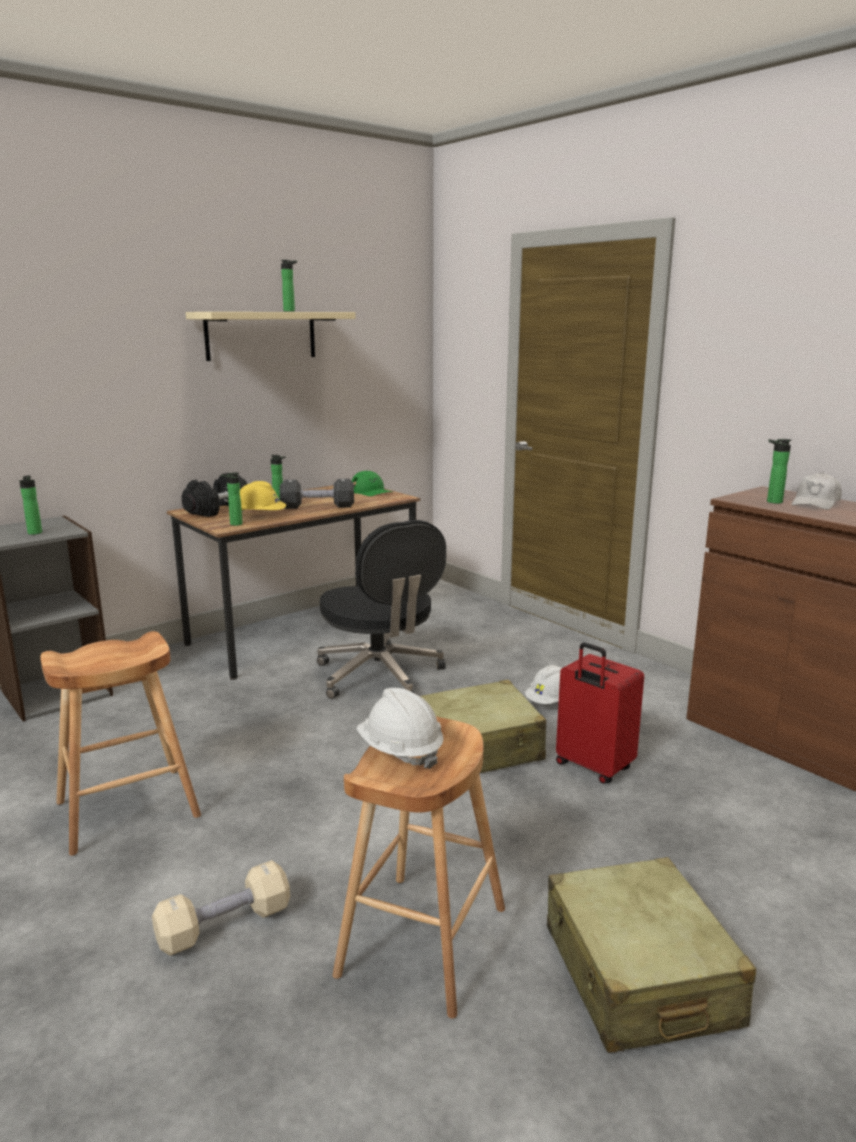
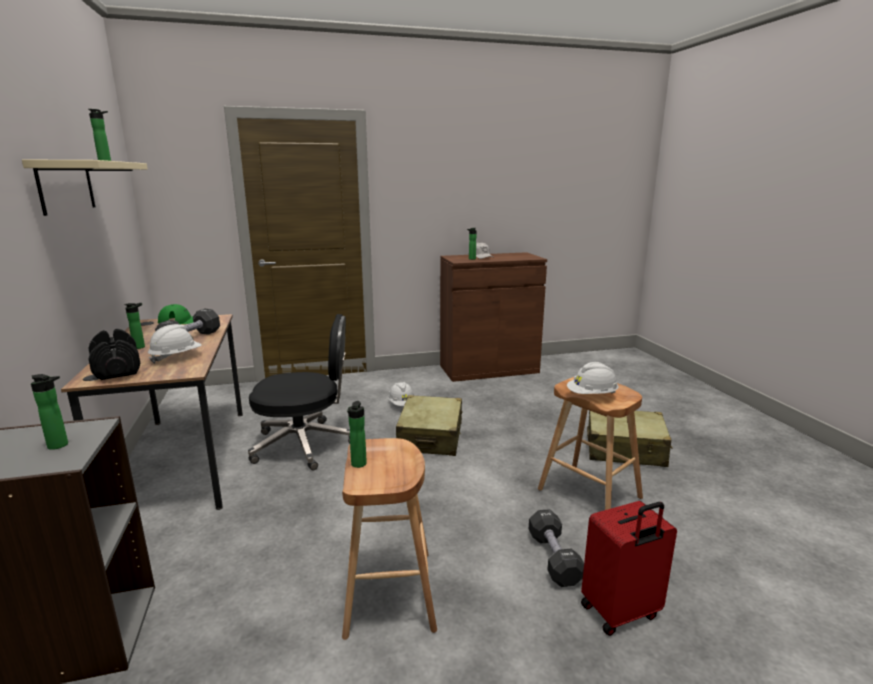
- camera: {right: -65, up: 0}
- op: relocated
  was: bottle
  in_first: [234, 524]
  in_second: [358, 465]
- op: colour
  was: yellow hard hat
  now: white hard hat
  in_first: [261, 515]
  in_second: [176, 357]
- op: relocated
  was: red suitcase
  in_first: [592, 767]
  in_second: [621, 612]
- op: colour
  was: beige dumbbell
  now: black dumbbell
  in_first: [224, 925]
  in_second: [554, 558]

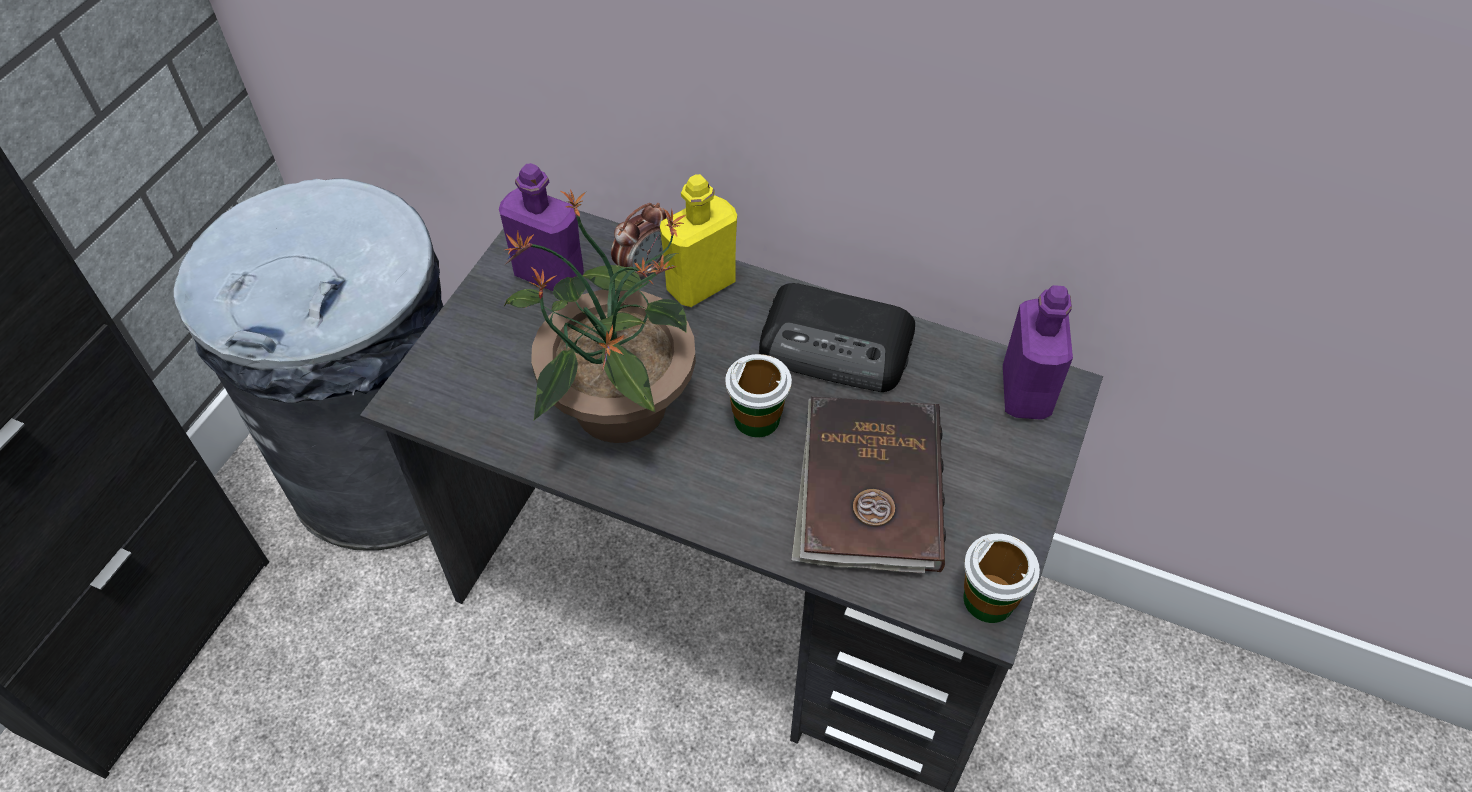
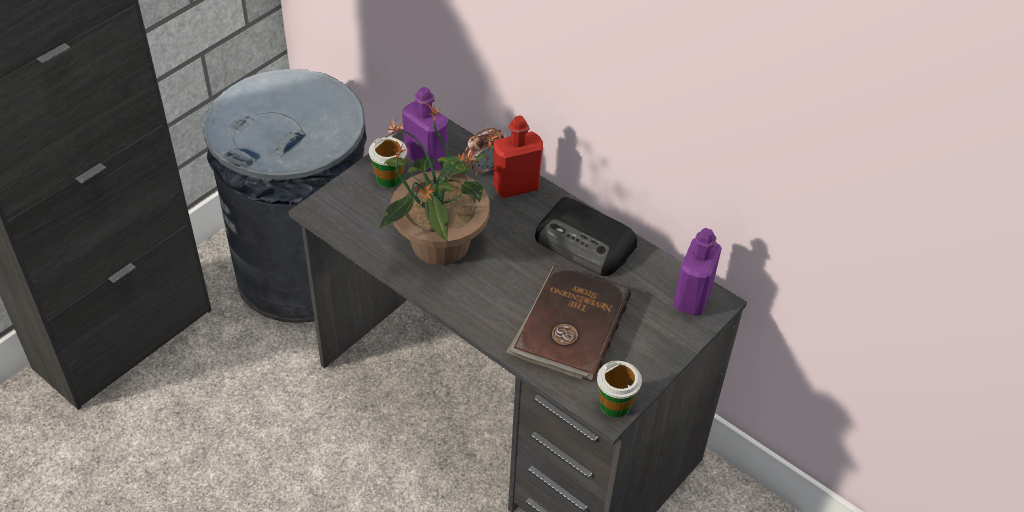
- camera: {right: 15, up: -5}
- op: colour
  was: yellow bottle
  now: red bottle
  in_first: [700, 285]
  in_second: [516, 187]
- op: relocated
  was: cup
  in_first: [757, 418]
  in_second: [389, 178]

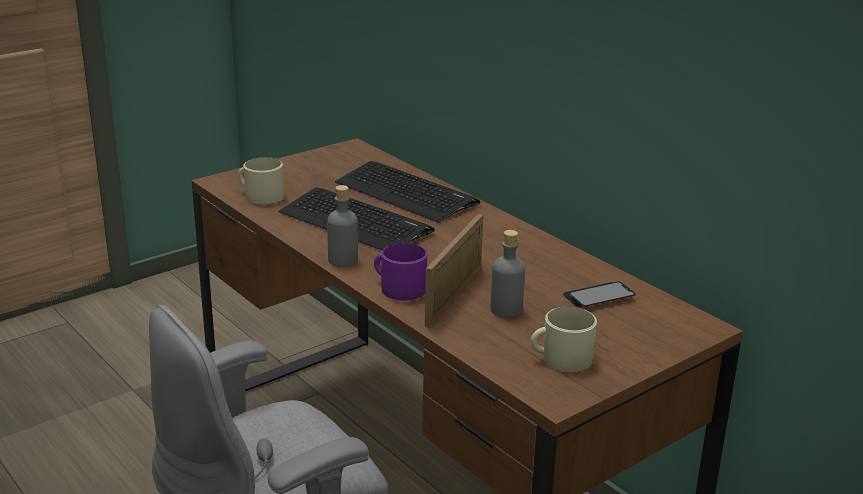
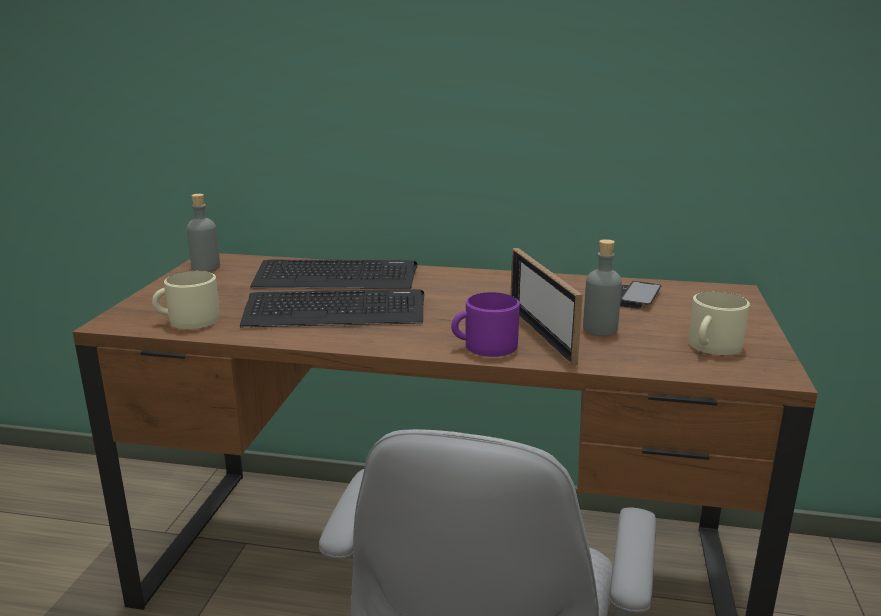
- camera: {right: -40, up: -5}
- op: relocated
  was: grey bottle
  in_first: [343, 260]
  in_second: [206, 267]

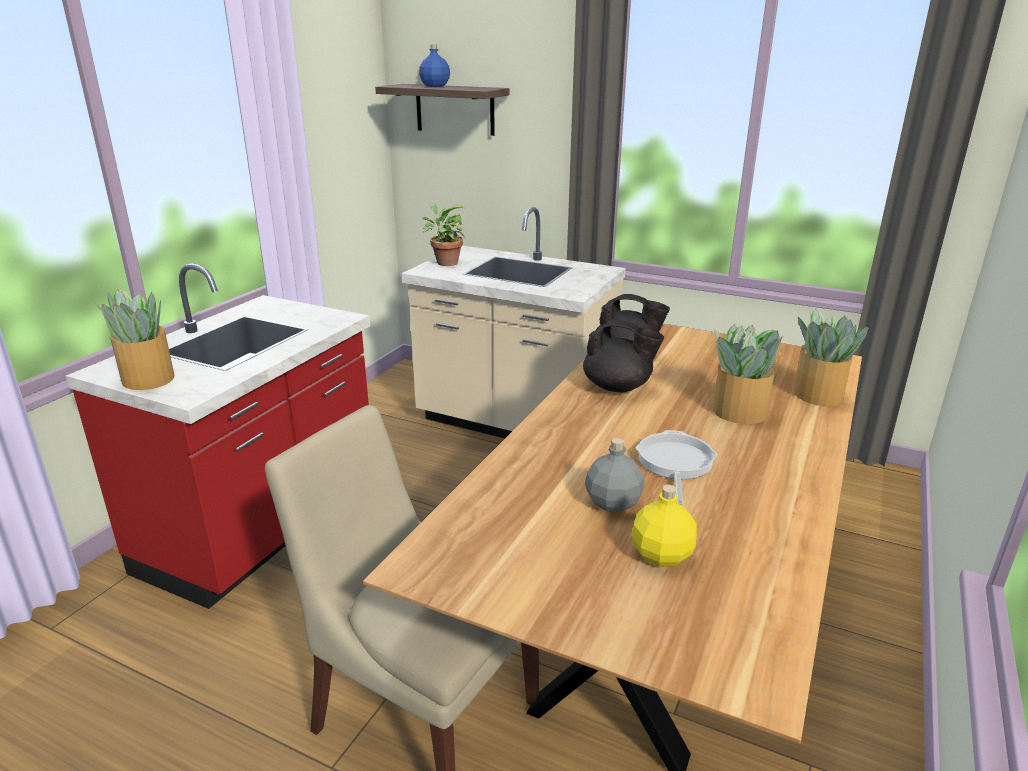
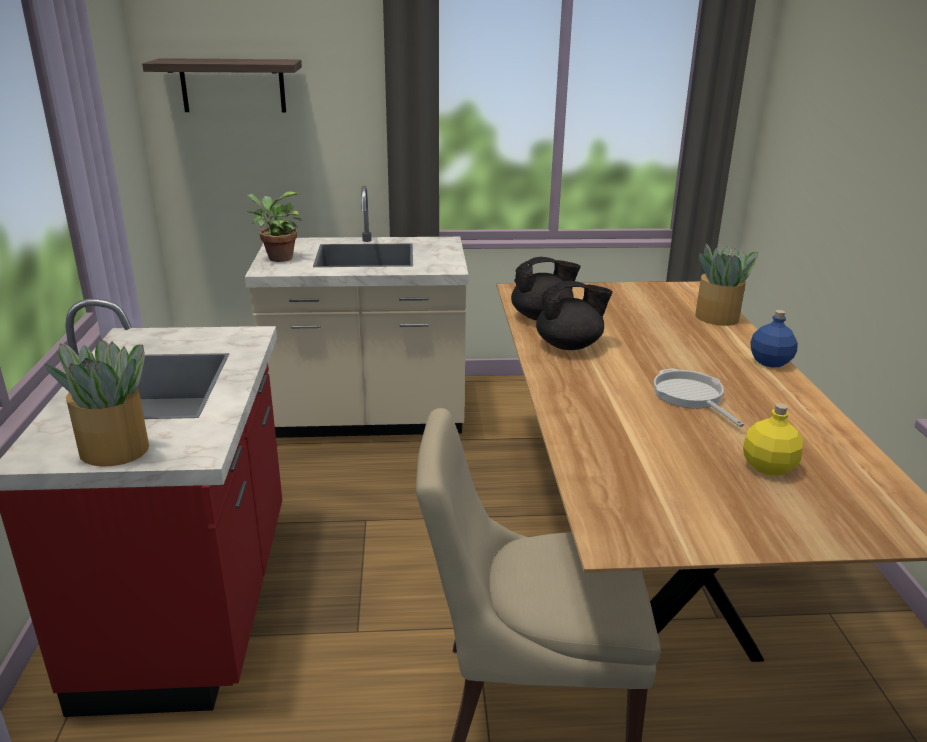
- camera: {right: -30, up: 0}
- op: relocated
  was: blue bottle
  in_first: [435, 86]
  in_second: [770, 362]
- op: missing
  was: potted plant
  in_first: [738, 412]
- op: missing
  was: grey bottle
  in_first: [612, 503]

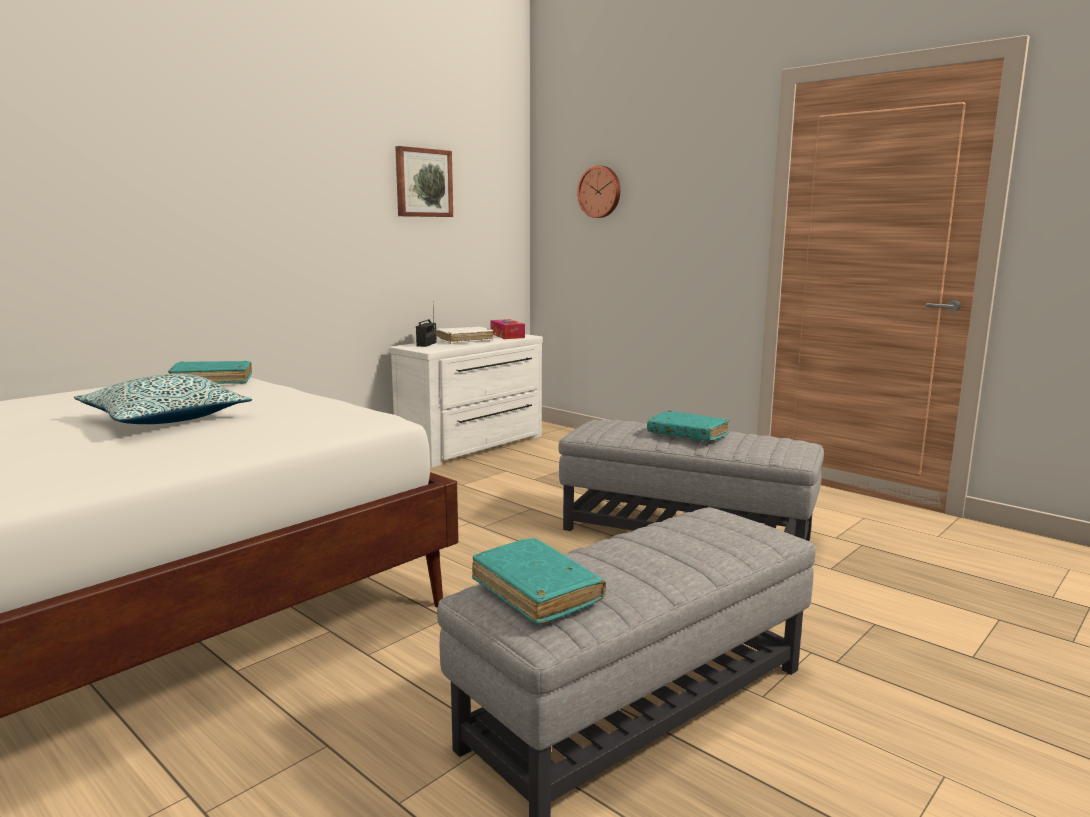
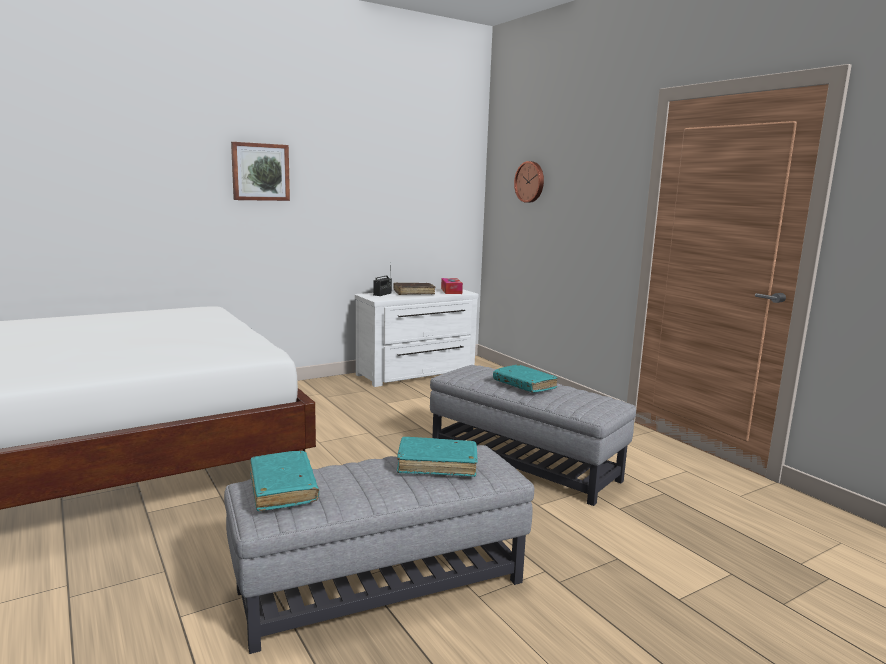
- camera: {right: 15, up: 0}
- op: relocated
  was: picture
  in_first: [423, 183]
  in_second: [260, 172]
- op: colour
  was: white book
  now: brown book
  in_first: [464, 340]
  in_second: [414, 293]
- op: relocated
  was: turquoise book
  in_first: [212, 381]
  in_second: [437, 464]
- op: missing
  was: pillow
  in_first: [165, 419]

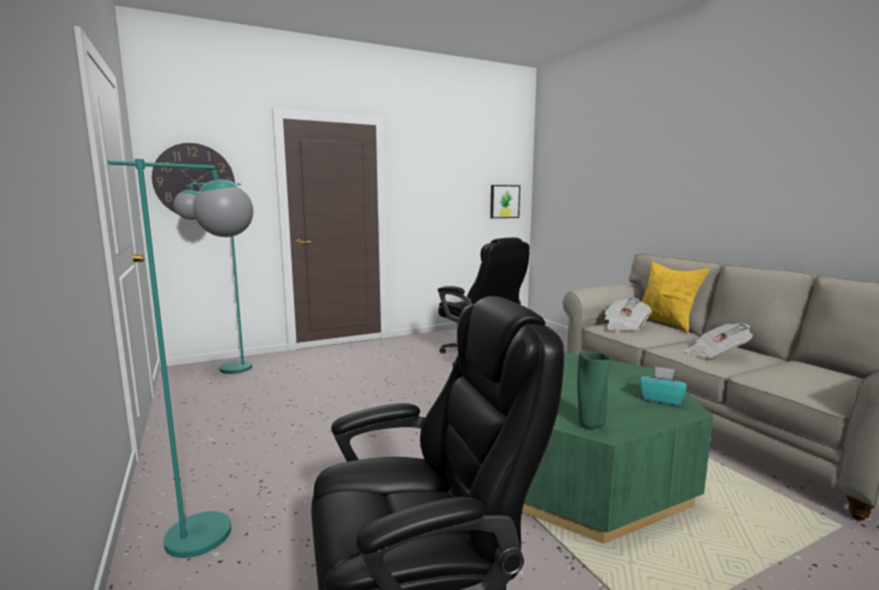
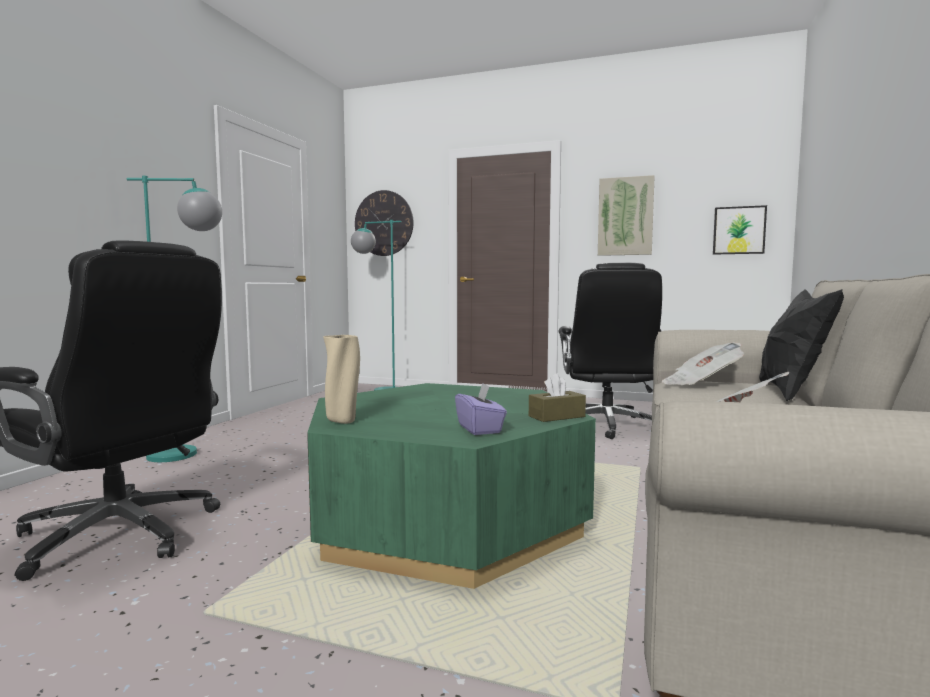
- camera: {right: 45, up: -5}
- op: colour
  was: yellow pillow
  now: black pillow
  in_first: [666, 323]
  in_second: [792, 392]
- op: colour
  was: green vase
  now: beige vase
  in_first: [590, 425]
  in_second: [343, 421]
- op: colour
  was: turquoise tissue box
  now: purple tissue box
  in_first: [661, 399]
  in_second: [480, 429]
- op: appeared
  now: picture
  in_second: [625, 216]
- op: appeared
  now: brown tissue box
  in_second: [556, 416]

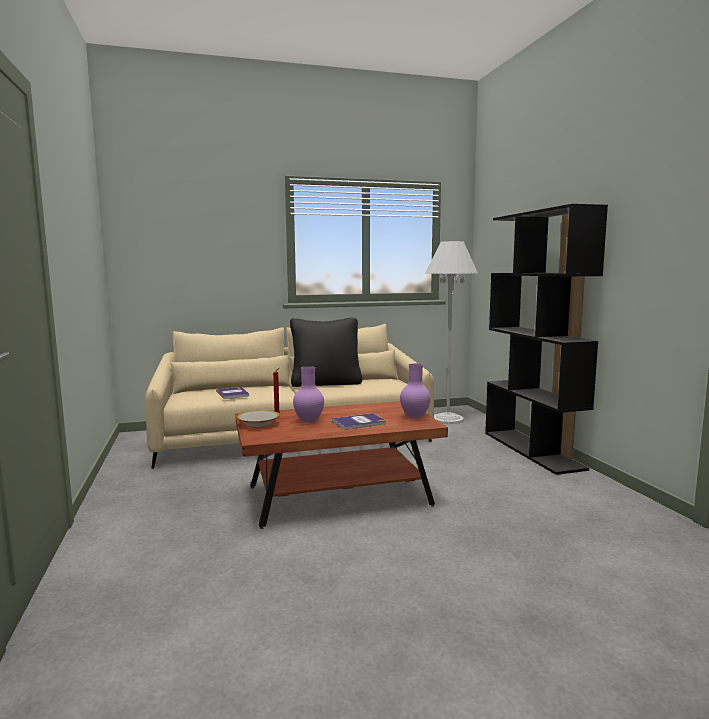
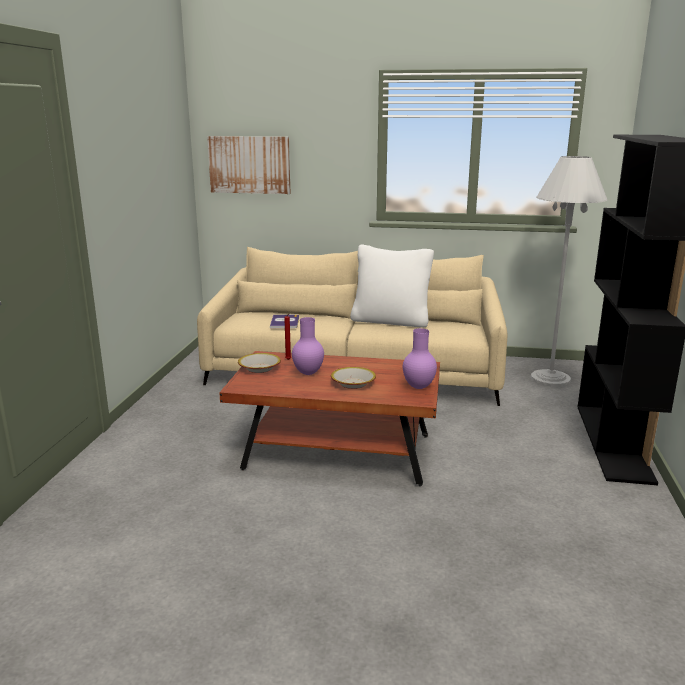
- camera: {right: 25, up: 10}
- op: colour
  was: black pillow
  now: white pillow
  in_first: [326, 383]
  in_second: [391, 321]
- op: exchanged
  was: book
  now: bowl
  in_first: [359, 422]
  in_second: [353, 384]
- op: appeared
  now: picture
  in_second: [249, 164]

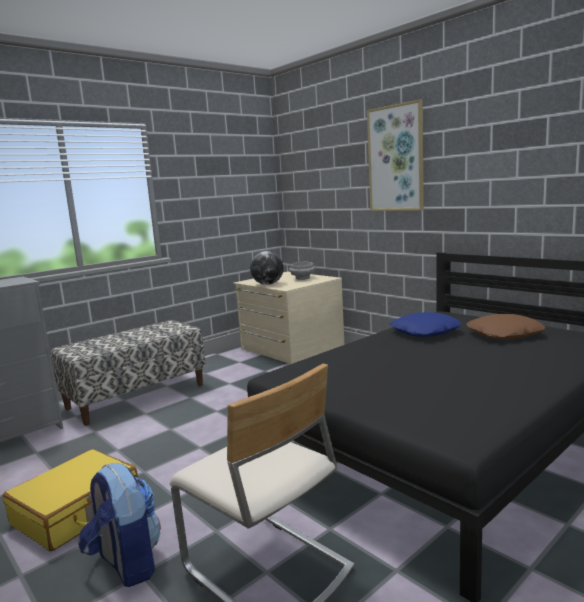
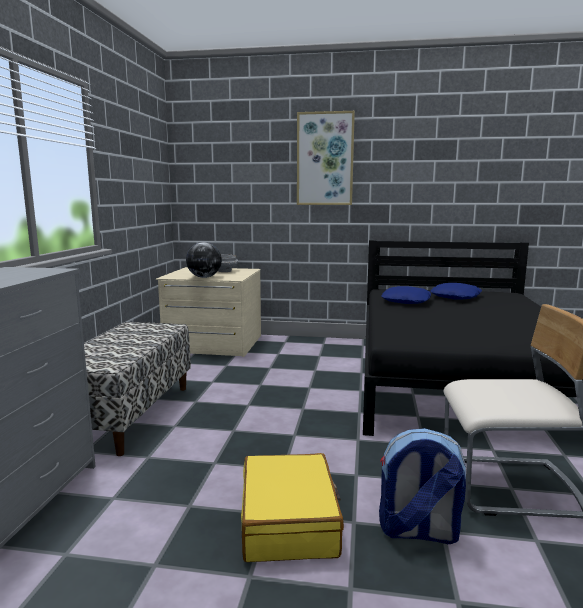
- camera: {right: -40, up: 0}
- op: colour
  was: brown pillow
  now: blue pillow
  in_first: [504, 334]
  in_second: [456, 297]

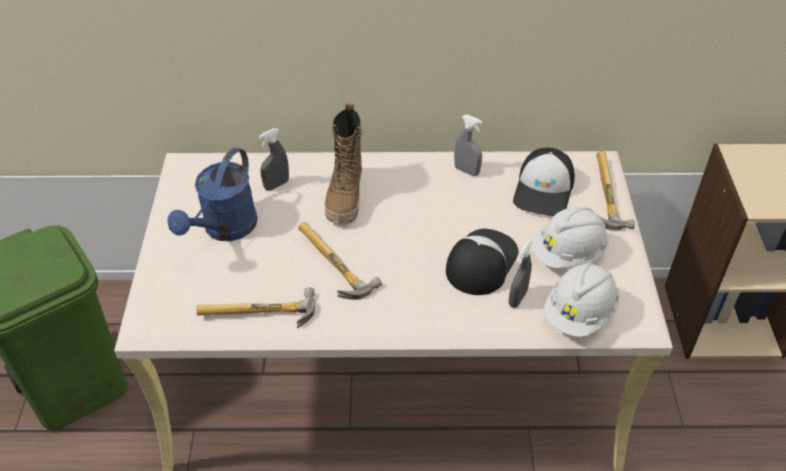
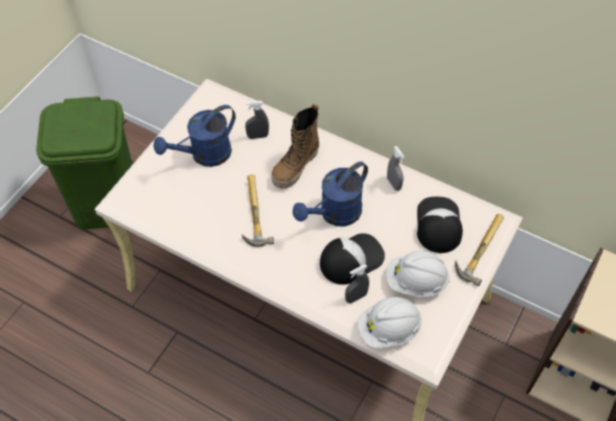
- camera: {right: 30, up: 10}
- op: spun
  was: cap
  in_first: [544, 190]
  in_second: [438, 225]
  clockwise: 135
- op: missing
  was: hammer
  in_first: [258, 317]
- op: appeared
  now: blue watering can
  in_second: [335, 214]

